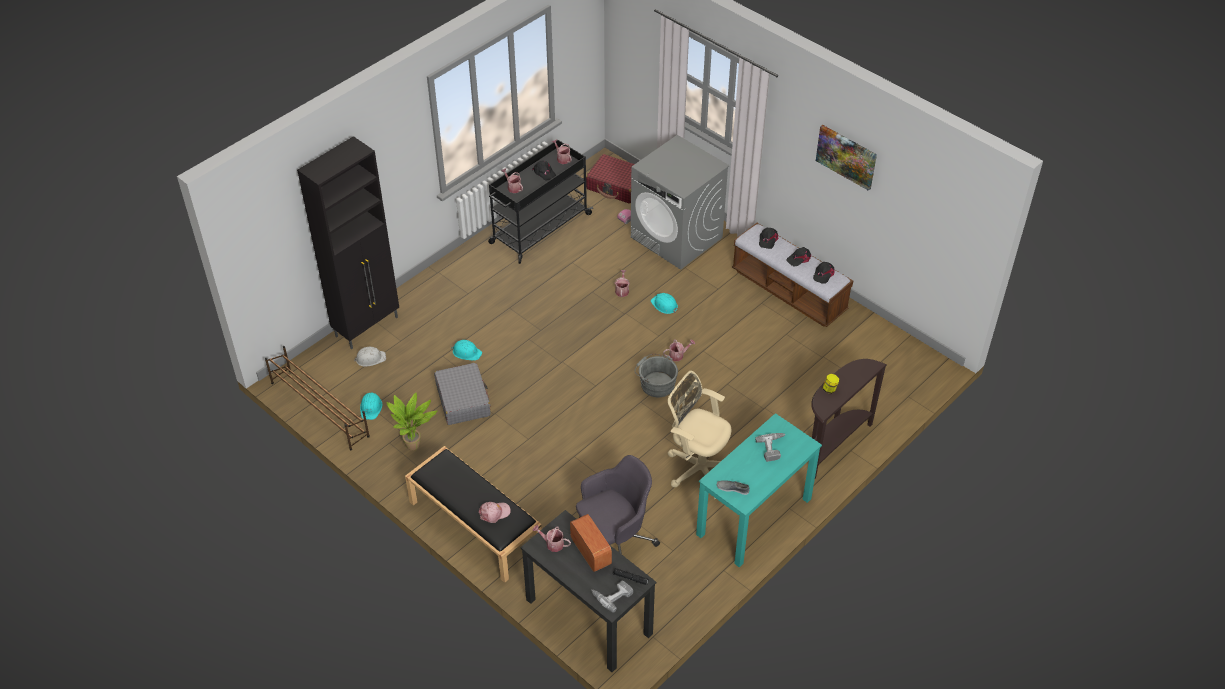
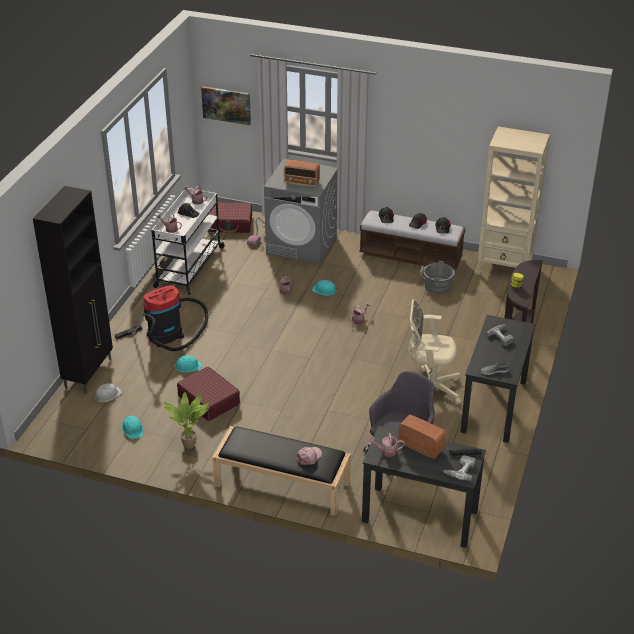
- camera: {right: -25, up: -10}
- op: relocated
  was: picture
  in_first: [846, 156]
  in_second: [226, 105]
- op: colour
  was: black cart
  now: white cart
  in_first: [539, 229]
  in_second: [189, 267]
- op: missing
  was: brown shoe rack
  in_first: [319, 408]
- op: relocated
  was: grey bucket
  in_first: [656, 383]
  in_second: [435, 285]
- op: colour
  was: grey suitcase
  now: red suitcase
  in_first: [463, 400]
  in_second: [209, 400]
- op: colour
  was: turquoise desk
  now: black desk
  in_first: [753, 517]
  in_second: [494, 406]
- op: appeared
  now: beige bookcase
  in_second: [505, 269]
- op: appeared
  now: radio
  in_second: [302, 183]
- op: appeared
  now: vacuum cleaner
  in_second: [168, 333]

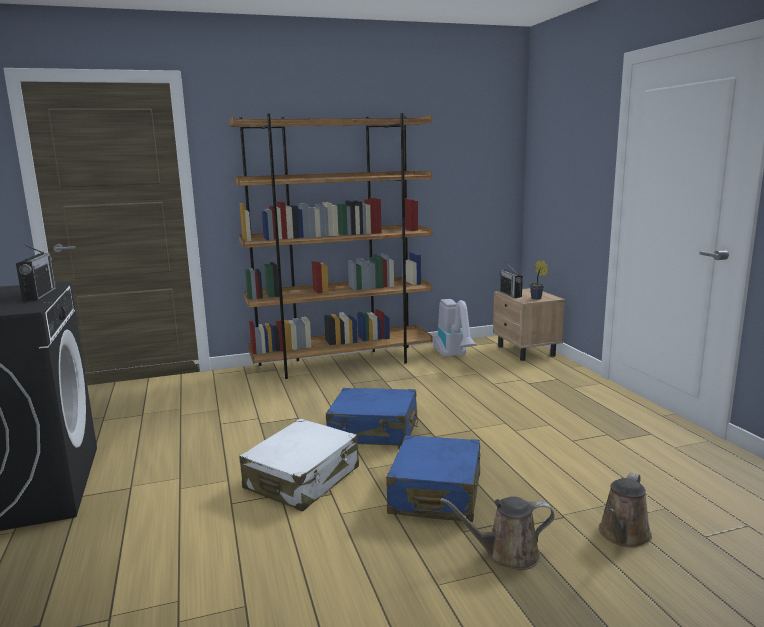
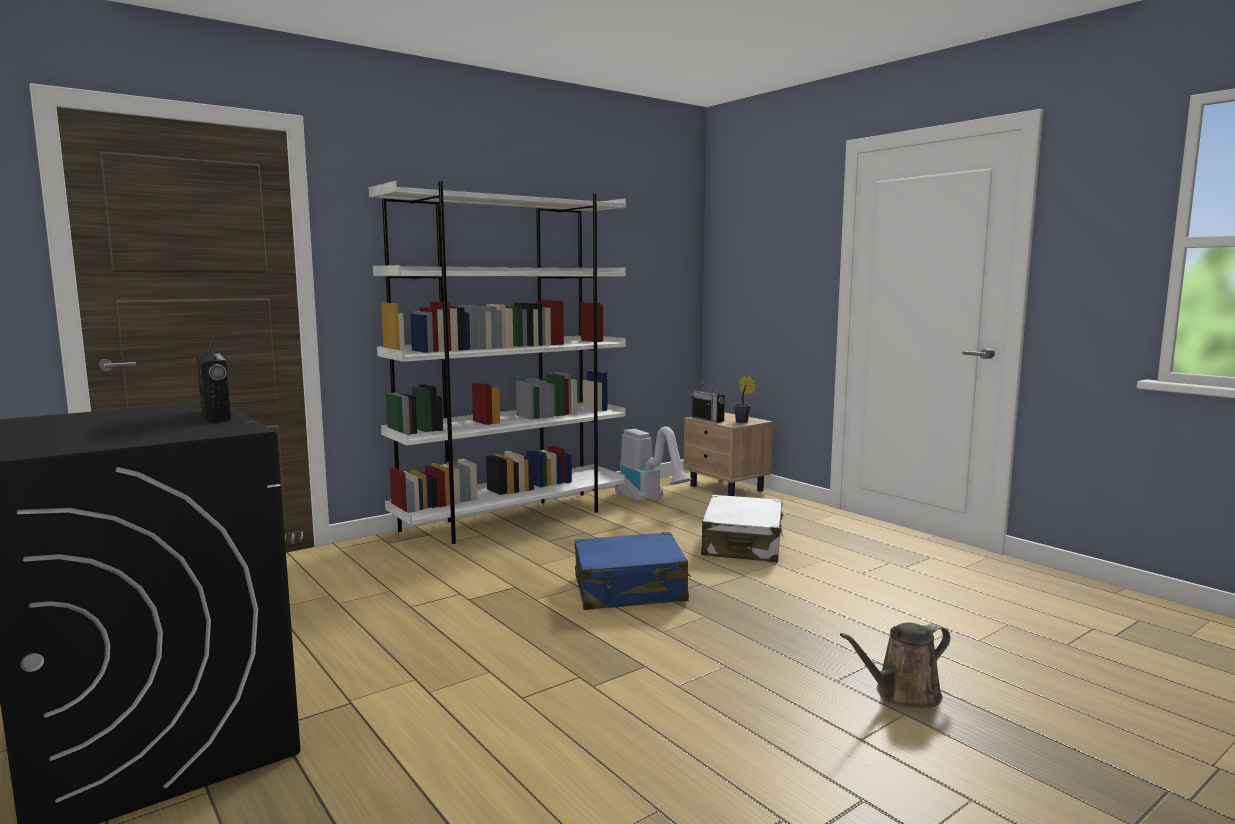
- camera: {right: -20, up: -5}
- op: colour
  was: brown bookcase
  now: white bookcase
  in_first: [342, 362]
  in_second: [513, 518]
- op: relocated
  was: white suitcase
  in_first: [302, 478]
  in_second: [742, 544]
- op: missing
  was: blue suitcase
  in_first: [436, 494]
- op: missing
  was: brown watering can
  in_first: [623, 535]

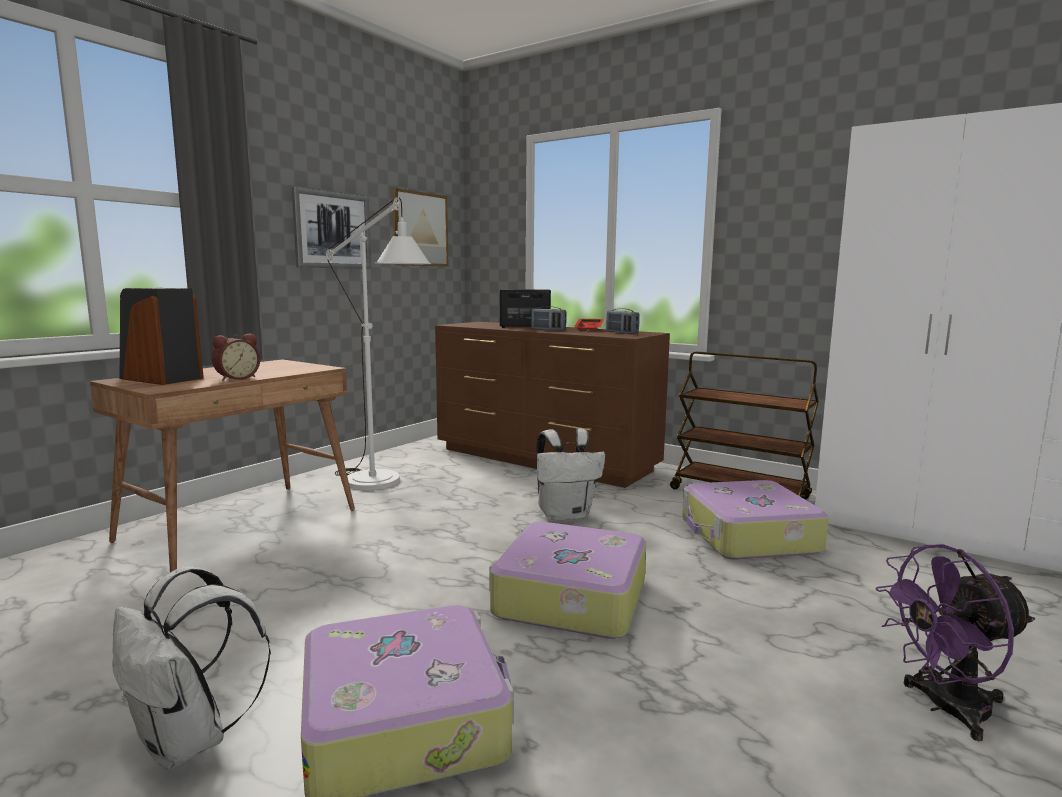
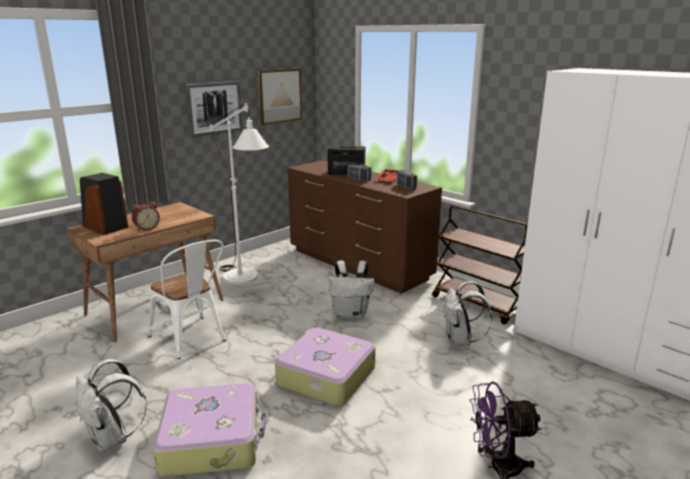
- camera: {right: 10, up: 10}
- op: exchanged
  was: suitcase
  now: white backpack
  in_first: [748, 536]
  in_second: [460, 341]
- op: appeared
  now: white chair
  in_second: [191, 340]

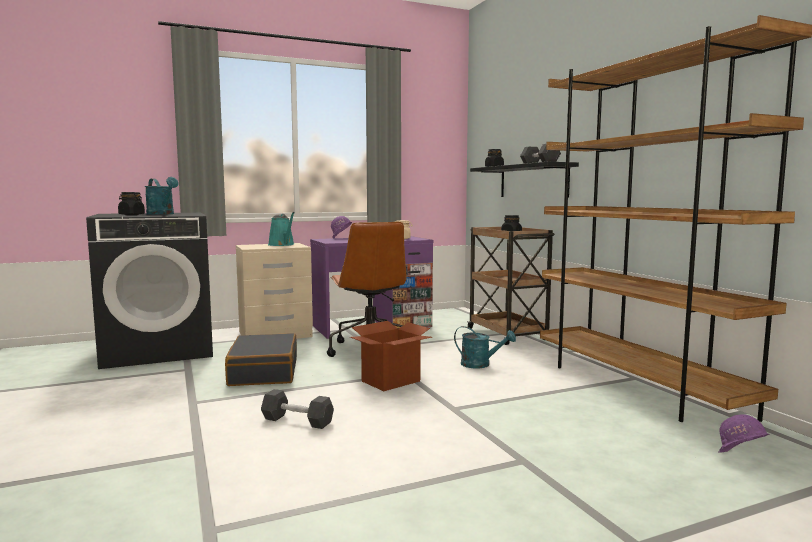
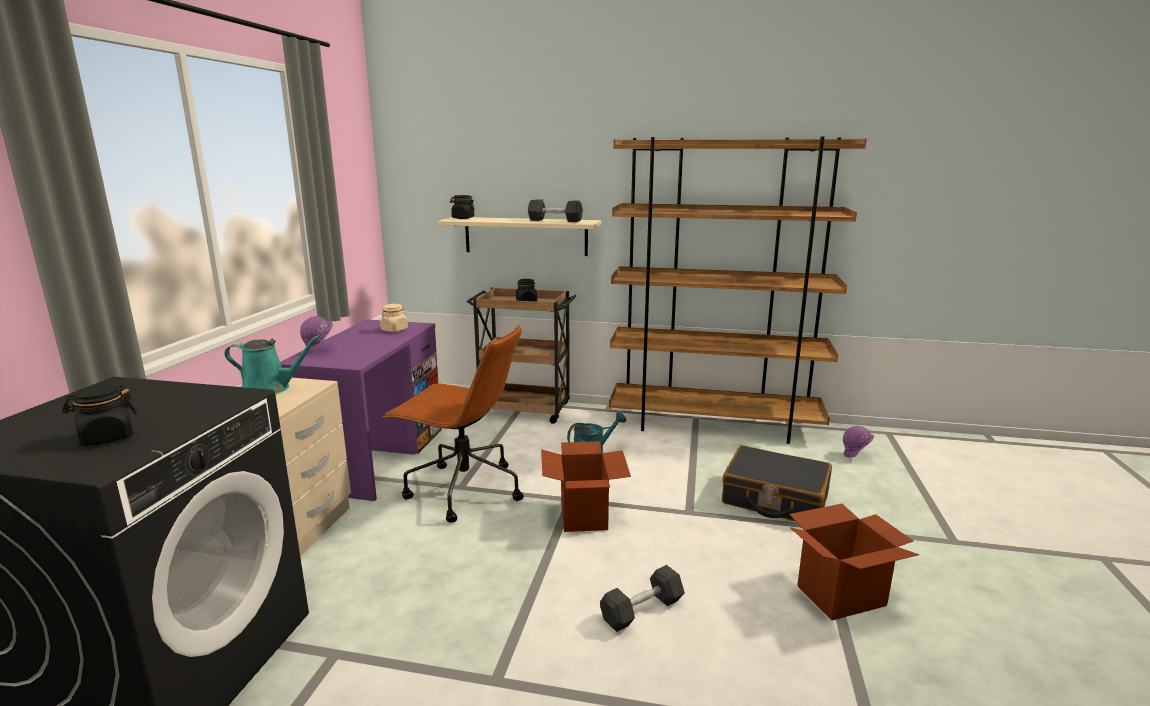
- camera: {right: -55, up: 10}
- op: colour
  was: black shelf
  now: beige shelf
  in_first: [533, 181]
  in_second: [525, 236]
- op: missing
  was: turquoise watering can
  in_first: [162, 214]
- op: relocated
  was: black suitcase
  in_first: [263, 372]
  in_second: [775, 499]
- op: appeared
  now: cardboard box
  in_second: [841, 595]

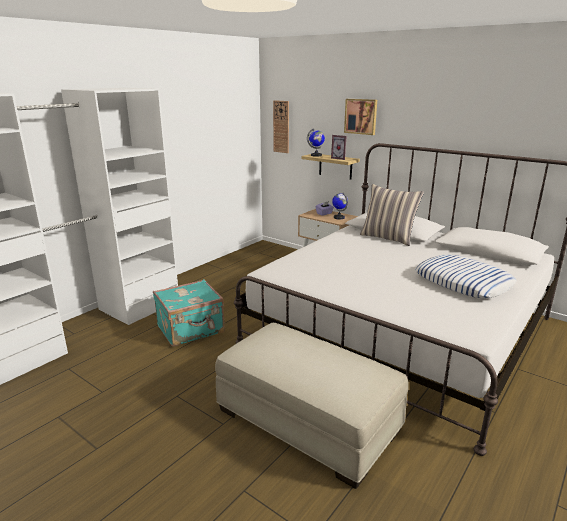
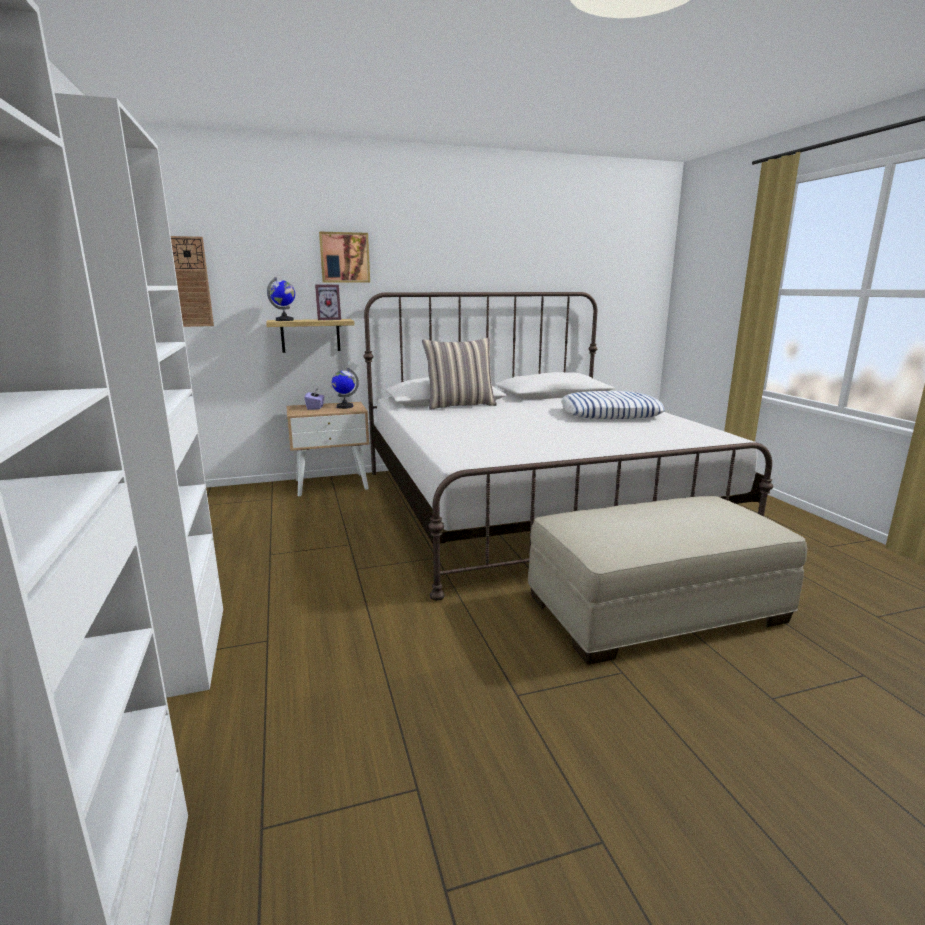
- camera: {right: -55, up: -5}
- op: missing
  was: turquoise suitcase
  in_first: [191, 330]

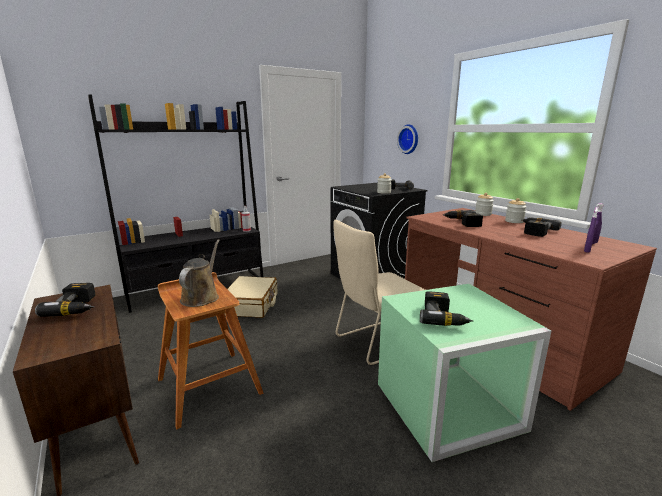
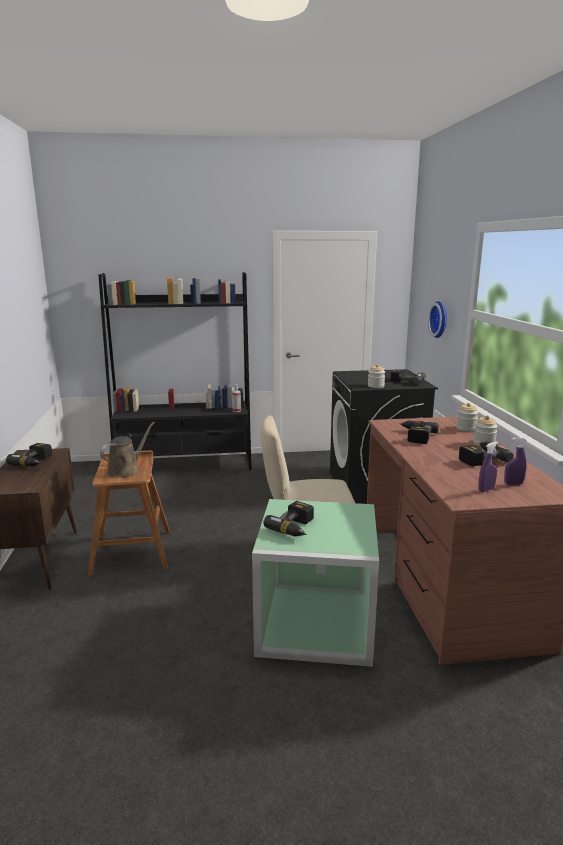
- camera: {right: 25, up: 0}
- op: missing
  was: beige suitcase
  in_first: [251, 304]

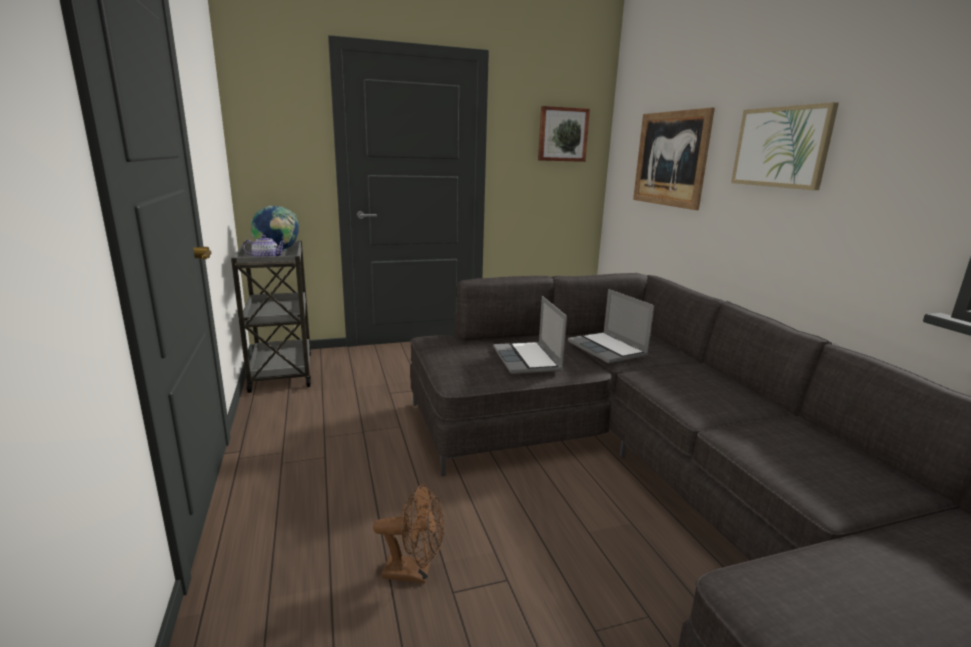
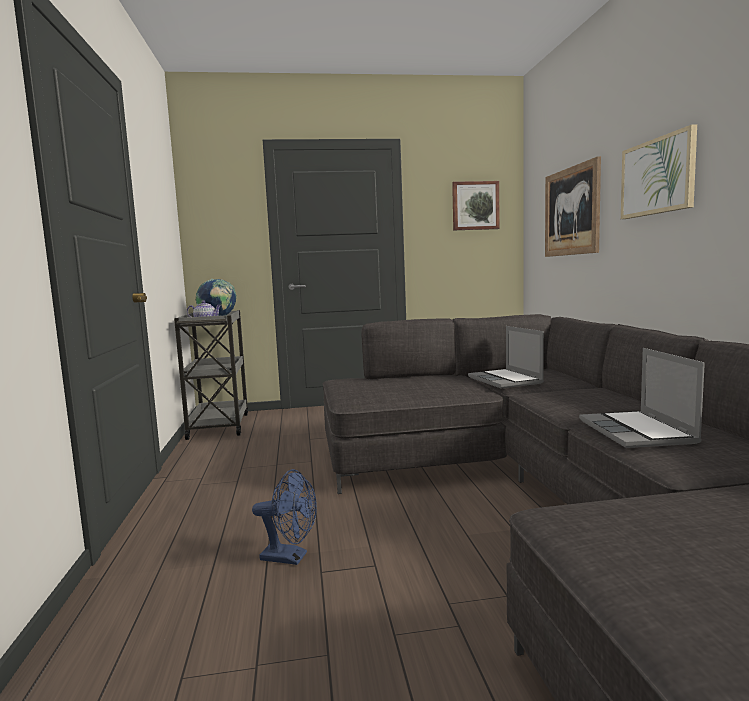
- camera: {right: 10, up: -10}
- op: relocated
  was: laptop
  in_first: [528, 360]
  in_second: [638, 432]
- op: colour
  was: brown fan
  now: blue fan
  in_first: [414, 572]
  in_second: [290, 557]

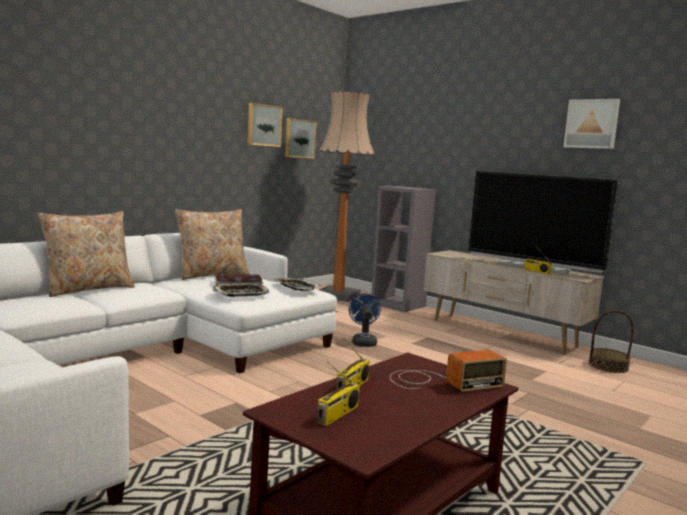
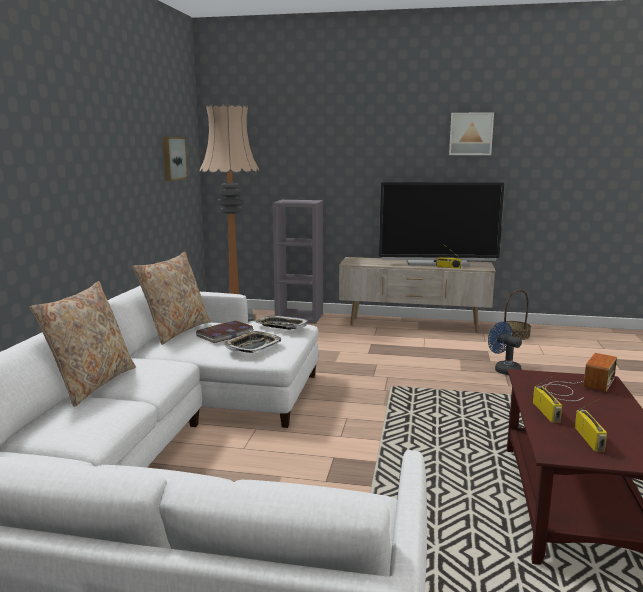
- camera: {right: -30, up: 5}
- op: missing
  was: picture
  in_first: [263, 125]
- op: relocated
  was: blue fan
  in_first: [363, 342]
  in_second: [503, 370]

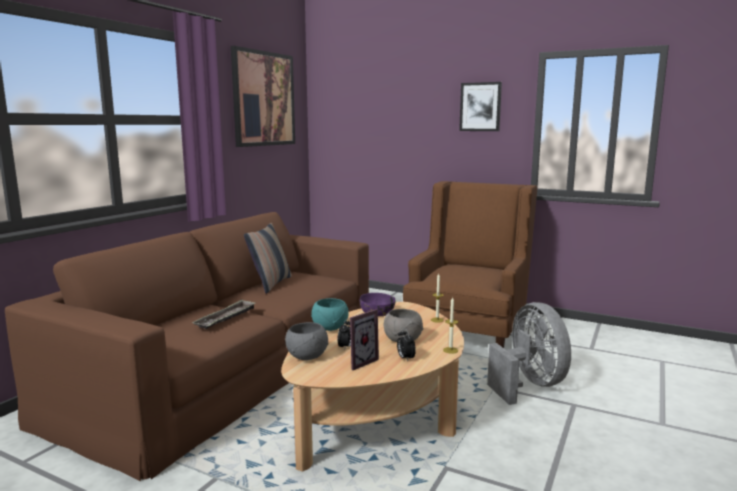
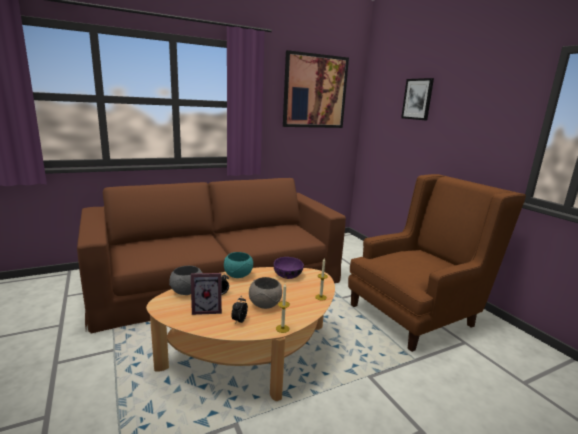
- camera: {right: 35, up: 5}
- op: relocated
  was: picture
  in_first: [480, 107]
  in_second: [417, 99]
- op: missing
  was: pillow
  in_first: [270, 284]
- op: missing
  was: tray
  in_first: [226, 318]
- op: missing
  was: grey fan
  in_first: [529, 385]

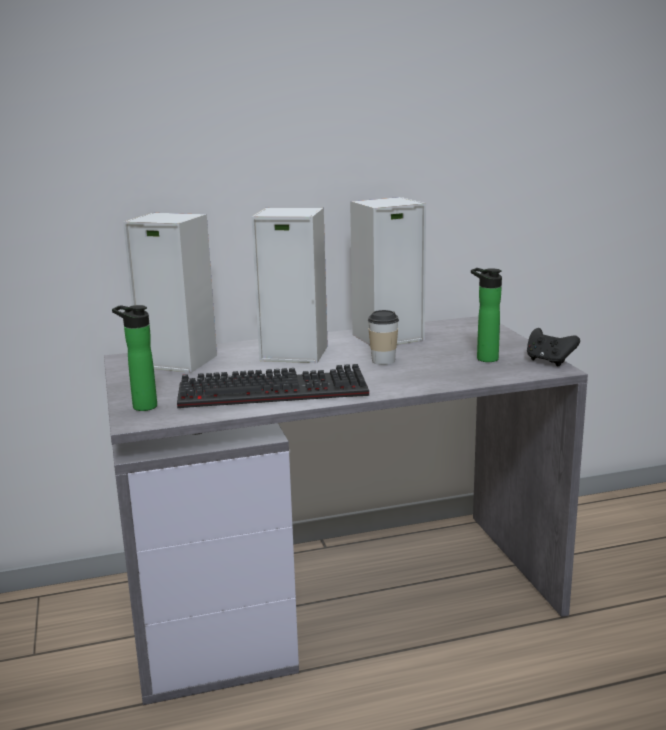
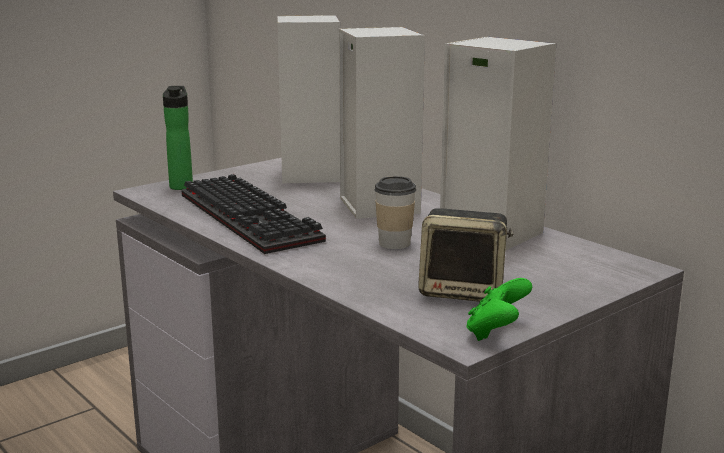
- camera: {right: 65, up: 0}
- op: exchanged
  was: bottle
  now: speaker
  in_first: [484, 358]
  in_second: [463, 291]
- op: colour
  was: black game controller
  now: green game controller
  in_first: [549, 361]
  in_second: [496, 332]

